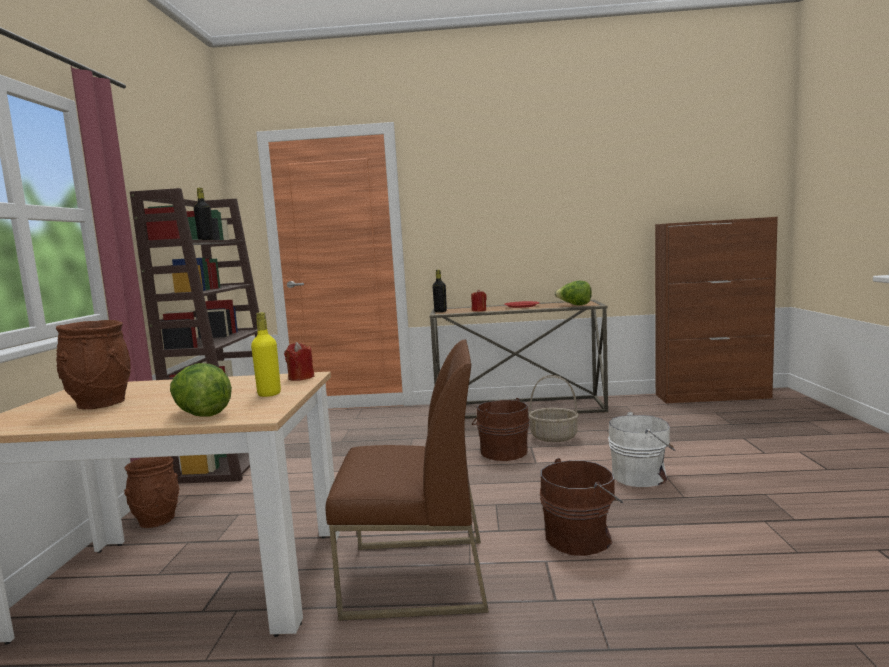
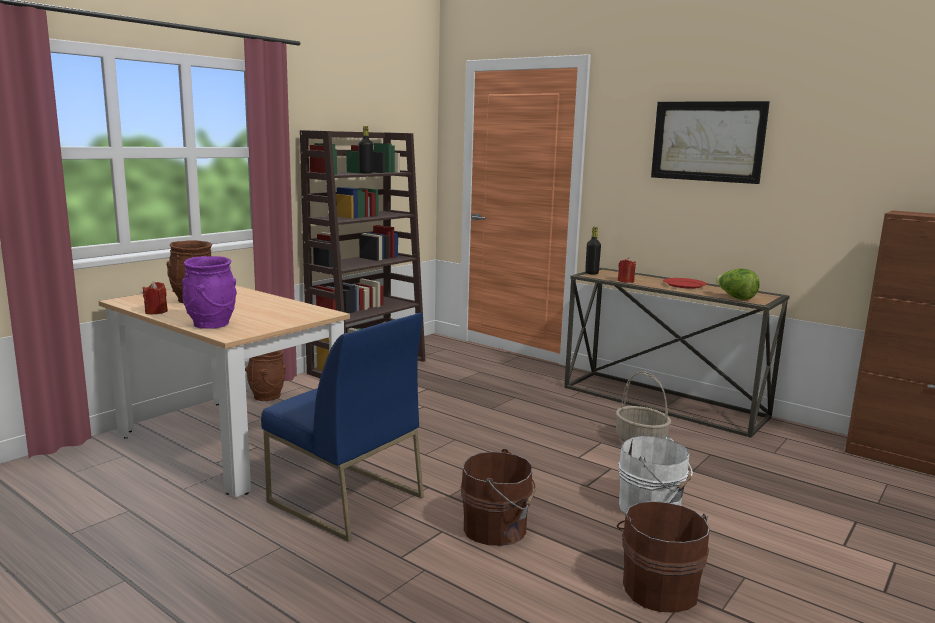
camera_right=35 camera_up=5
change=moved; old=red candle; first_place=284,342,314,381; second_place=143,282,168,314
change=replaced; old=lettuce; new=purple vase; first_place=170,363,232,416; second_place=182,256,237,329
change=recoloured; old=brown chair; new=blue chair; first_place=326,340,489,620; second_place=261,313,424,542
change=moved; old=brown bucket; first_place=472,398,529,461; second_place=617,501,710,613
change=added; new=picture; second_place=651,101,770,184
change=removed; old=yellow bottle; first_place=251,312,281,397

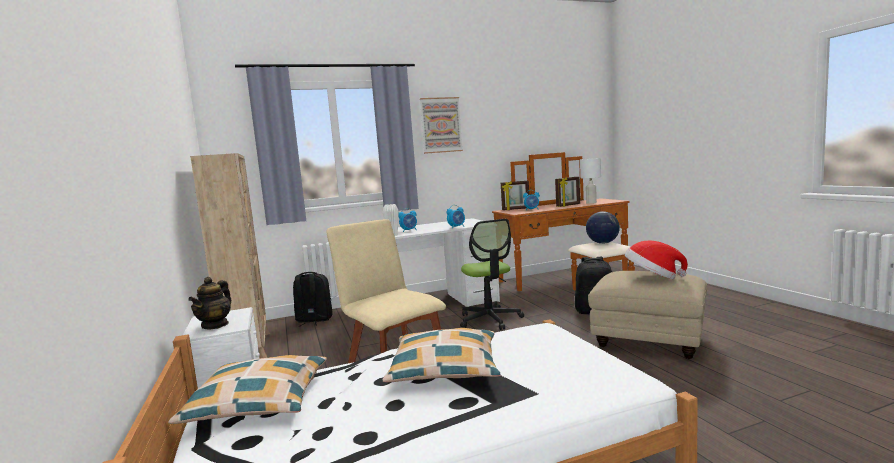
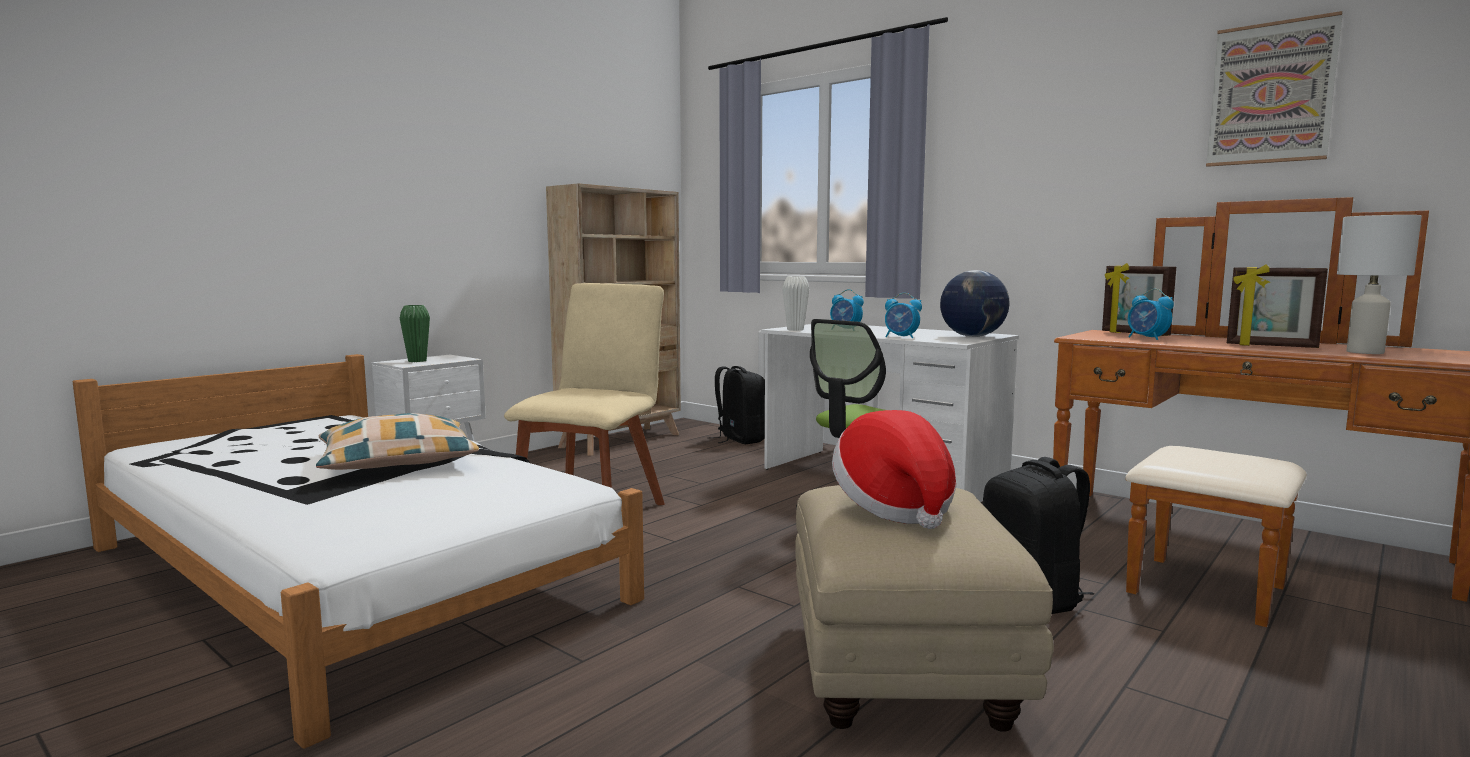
camera_right=60 camera_up=0
change=replaced; old=teapot; new=green vase; first_place=188,277,232,329; second_place=400,305,430,362
change=moved; old=globe; first_place=586,211,620,244; second_place=940,270,1010,337
change=moved; old=picture; first_place=420,97,463,154; second_place=1206,11,1343,167
change=removed; old=pillow; first_place=168,355,327,424

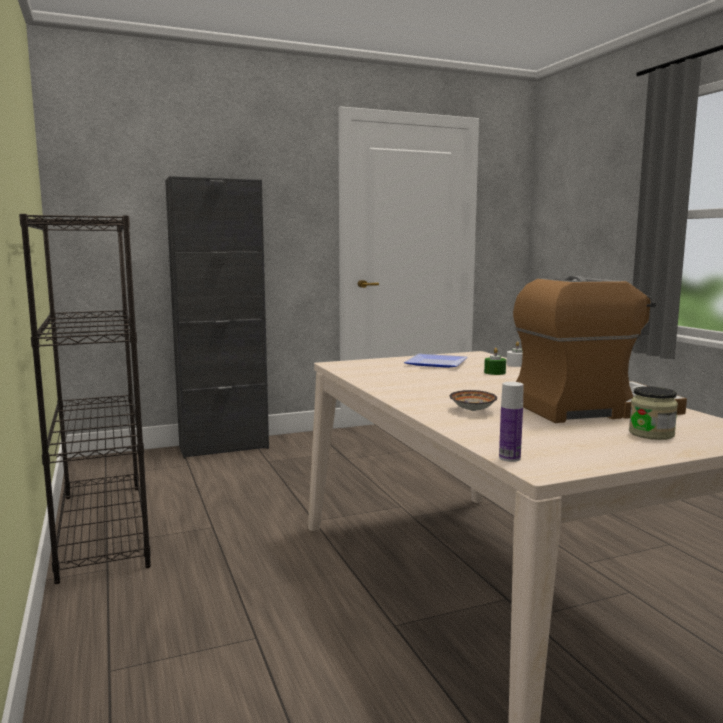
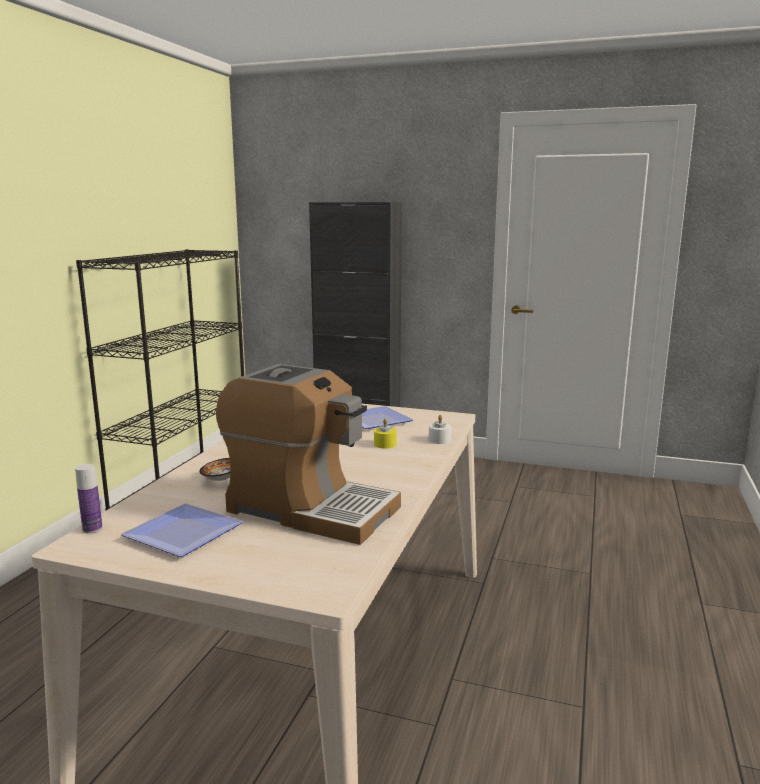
camera_right=40 camera_up=5
change=added; new=plate; second_place=121,504,243,557
change=recoloured; old=green candle; new=yellow candle; first_place=484,348,506,375; second_place=374,419,397,449
change=removed; old=jar; first_place=629,386,678,440

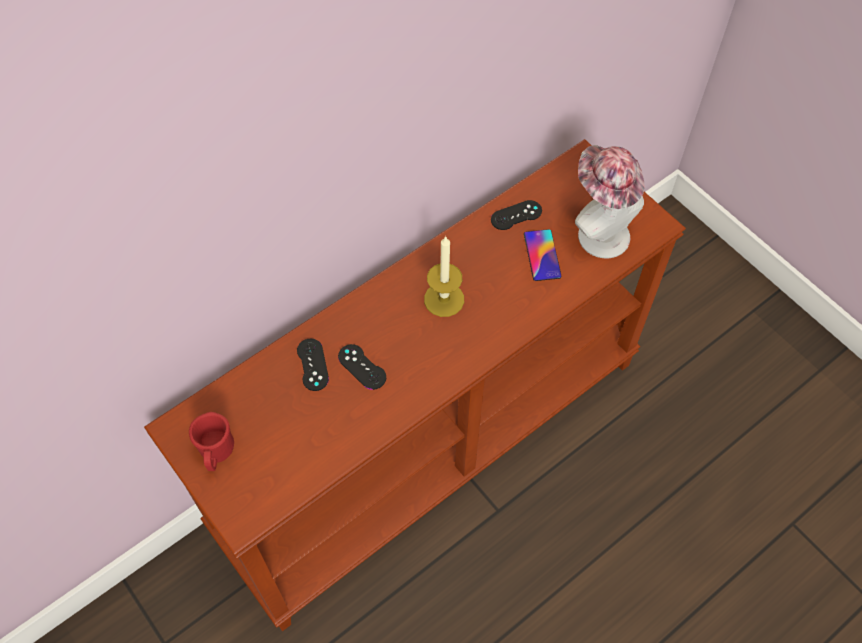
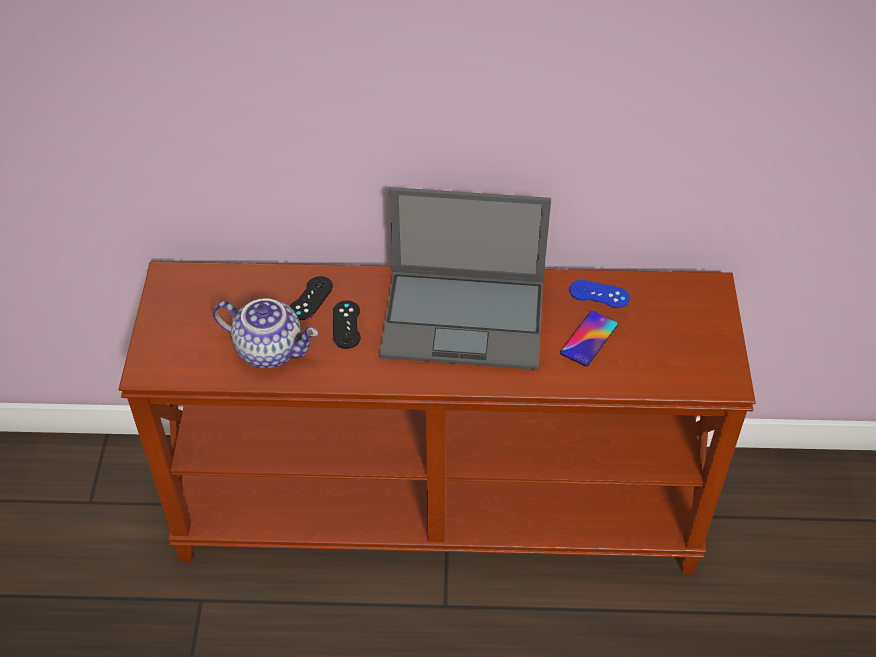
camera_right=40 camera_up=-10
change=added; new=teapot; second_place=213,298,318,368
change=replaced; old=candle; new=laptop; first_place=424,236,464,317; second_place=379,187,551,370
change=recoloured; old=black game controller; new=blue game controller; first_place=491,200,542,230; second_place=569,280,630,308
change=removed; old=red mug; first_place=189,412,234,471
change=removed; old=hat; first_place=575,145,645,258

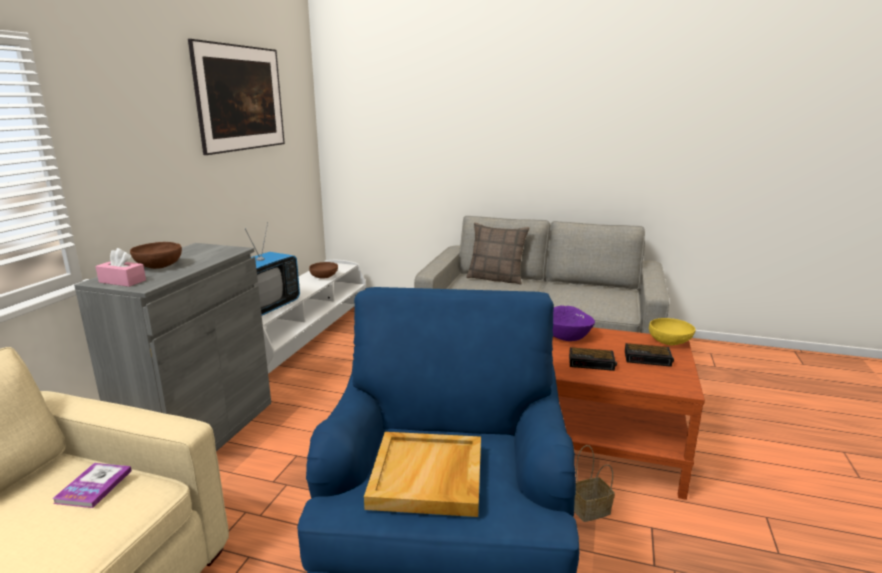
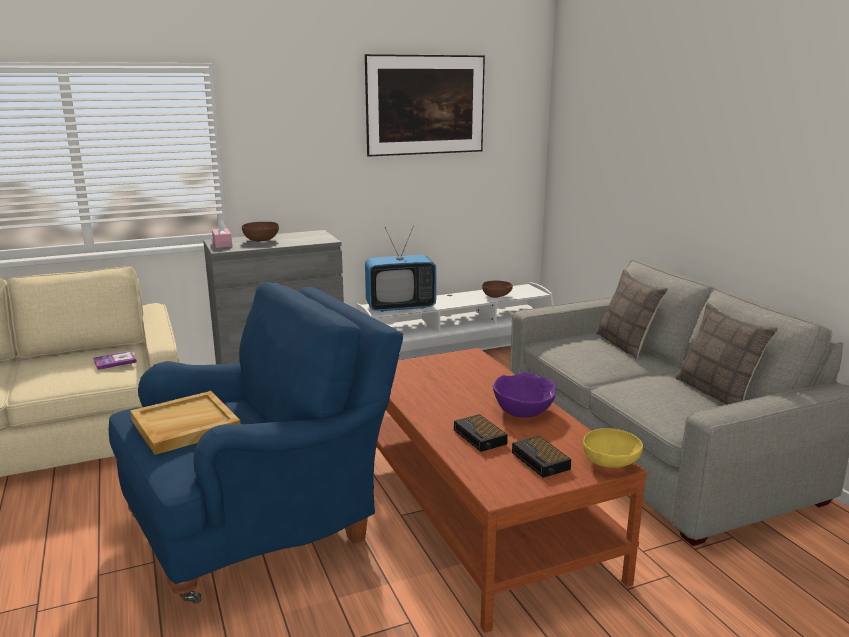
camera_right=50 camera_up=0
change=added; new=pillow; second_place=675,303,778,405
change=removed; old=basket; first_place=574,445,615,522

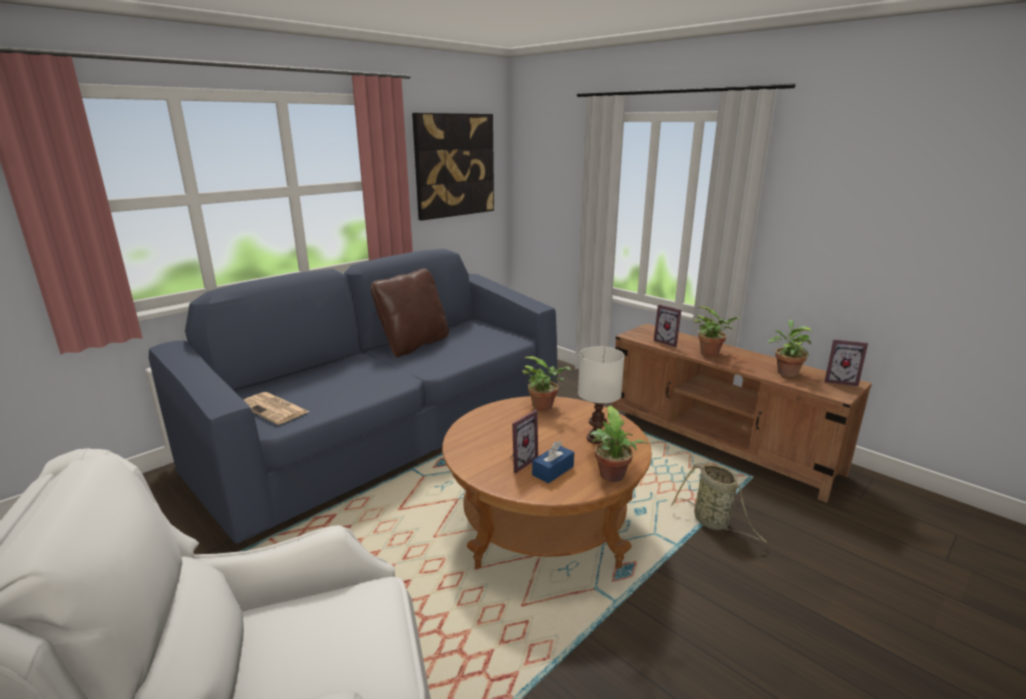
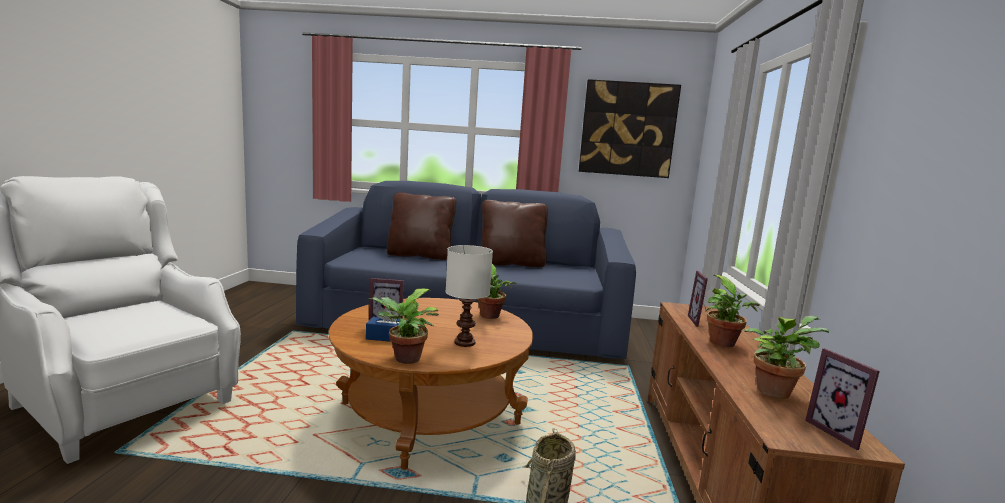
camera_right=50 camera_up=-10
change=added; new=brown pillow; second_place=387,192,456,260
change=removed; old=newspaper; first_place=244,392,309,425

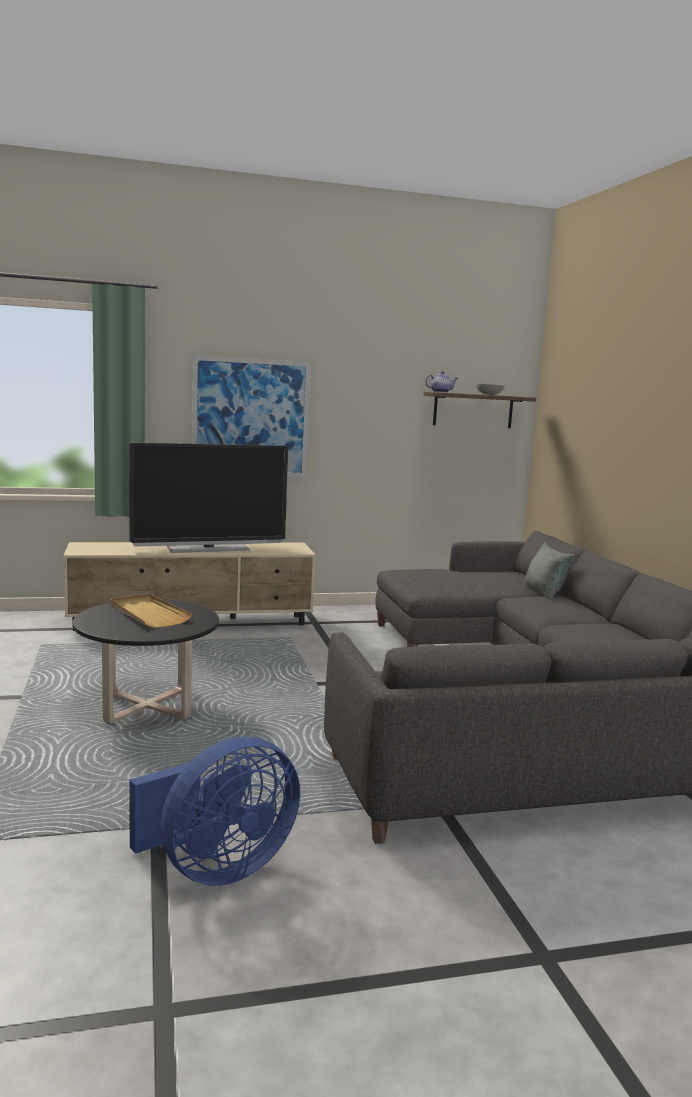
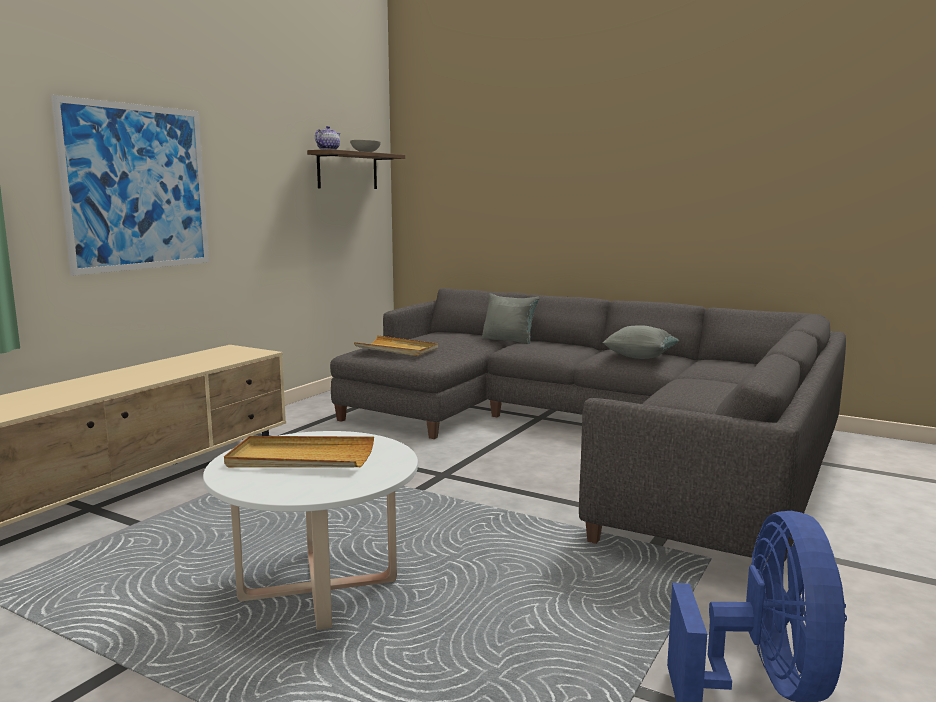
camera_right=-45 camera_up=0
change=recoloured; old=black coffee table; new=white coffee table; first_place=73,600,219,724; second_place=203,431,418,630
change=added; new=beige tray; second_place=354,335,438,356
change=added; new=grey pillow; second_place=602,325,679,359
change=removed; old=television; first_place=129,442,288,553

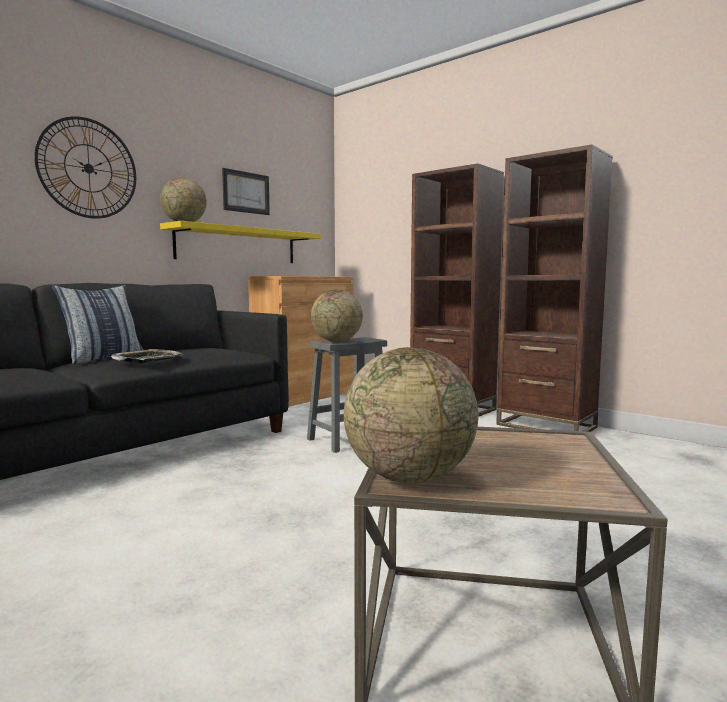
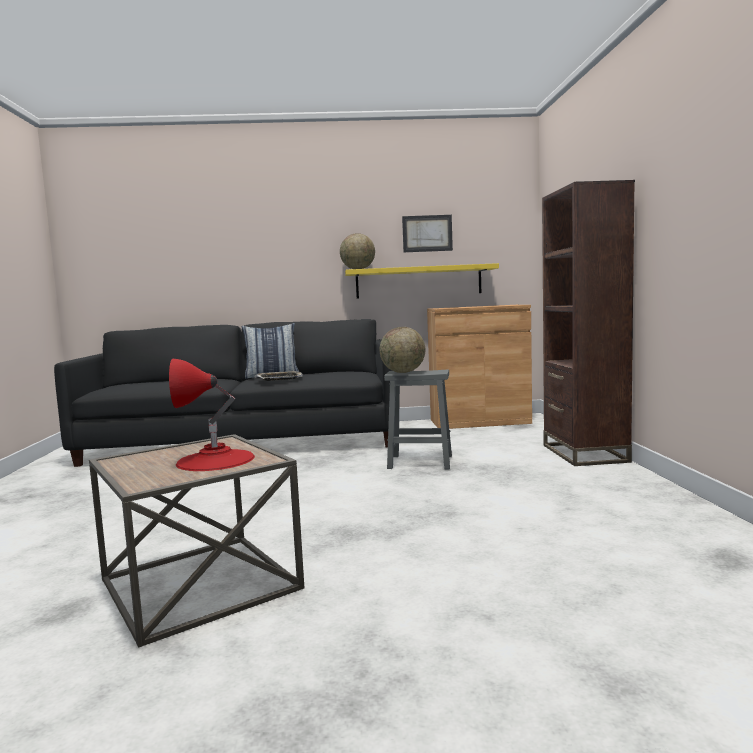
camera_right=45 camera_up=0
change=added; new=red table lamp; second_place=169,359,255,471
change=removed; old=wall clock; first_place=34,116,136,219
change=removed; old=globe; first_place=344,347,478,483
change=removed; old=brown bookcase; first_place=496,144,613,432

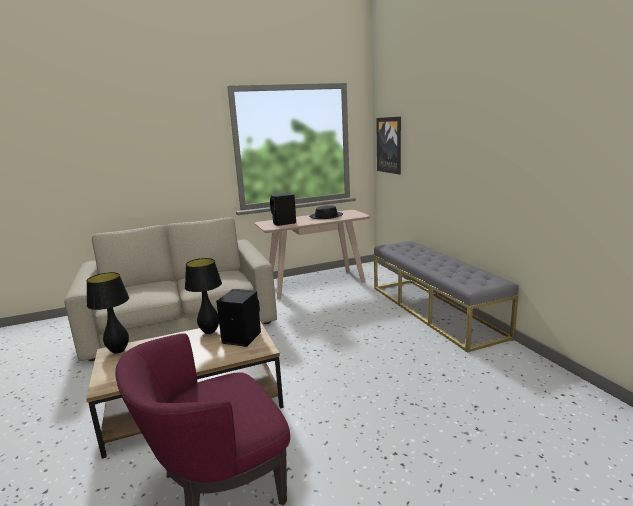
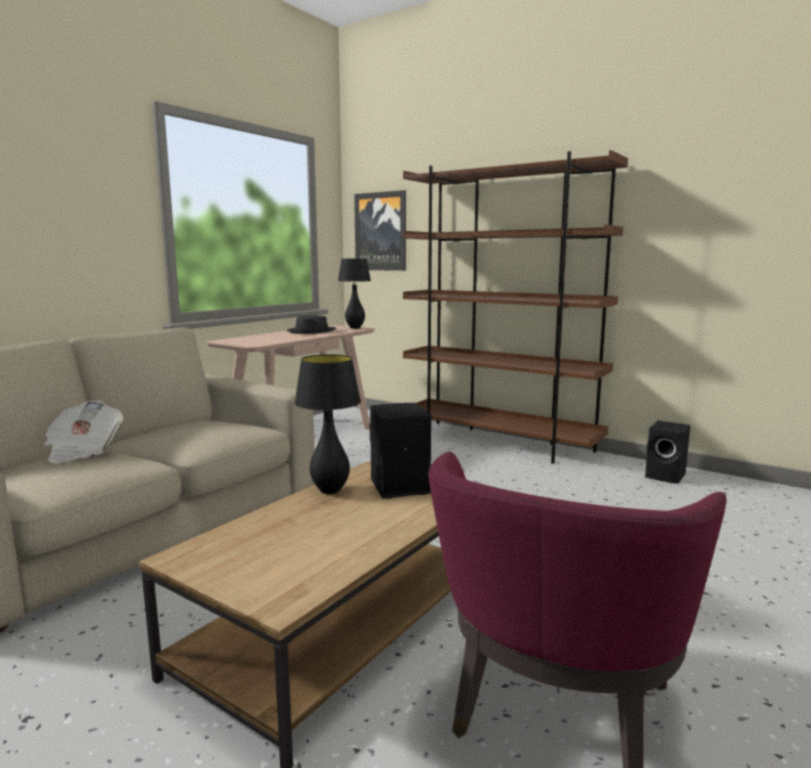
camera_right=-35 camera_up=-5
change=added; new=newspaper; second_place=44,401,123,463
change=moved; old=black table lamp; first_place=87,272,129,354; second_place=338,259,371,329
change=replaced; old=grey bench; new=brown bookcase; first_place=374,241,519,353; second_place=403,150,628,464
change=moved; old=black speaker; first_place=270,192,296,226; second_place=645,420,691,484

